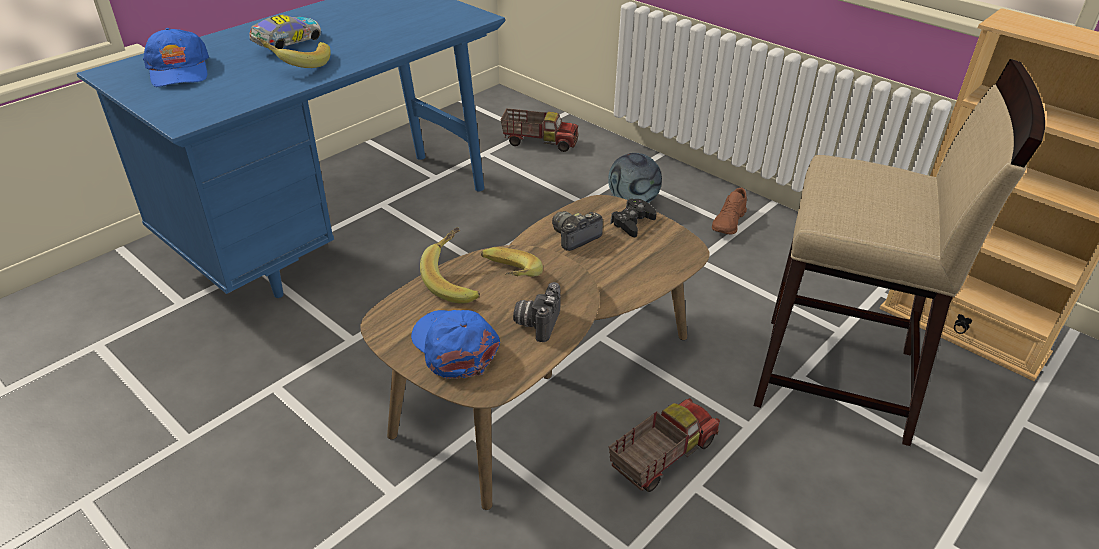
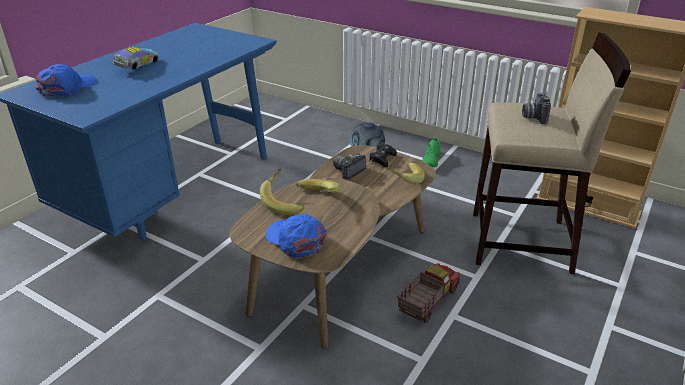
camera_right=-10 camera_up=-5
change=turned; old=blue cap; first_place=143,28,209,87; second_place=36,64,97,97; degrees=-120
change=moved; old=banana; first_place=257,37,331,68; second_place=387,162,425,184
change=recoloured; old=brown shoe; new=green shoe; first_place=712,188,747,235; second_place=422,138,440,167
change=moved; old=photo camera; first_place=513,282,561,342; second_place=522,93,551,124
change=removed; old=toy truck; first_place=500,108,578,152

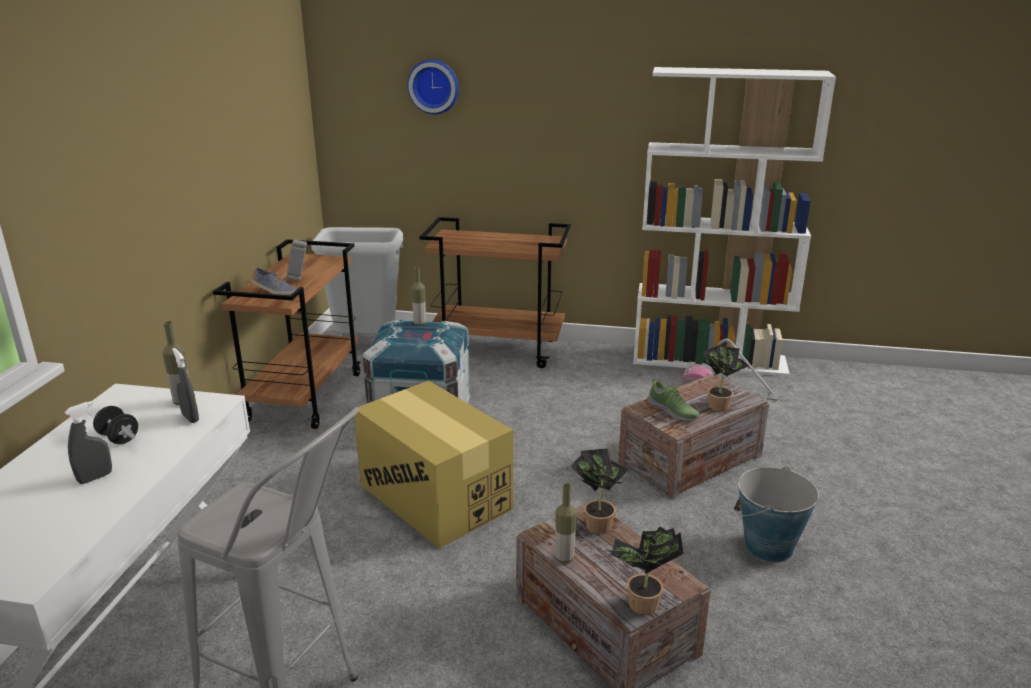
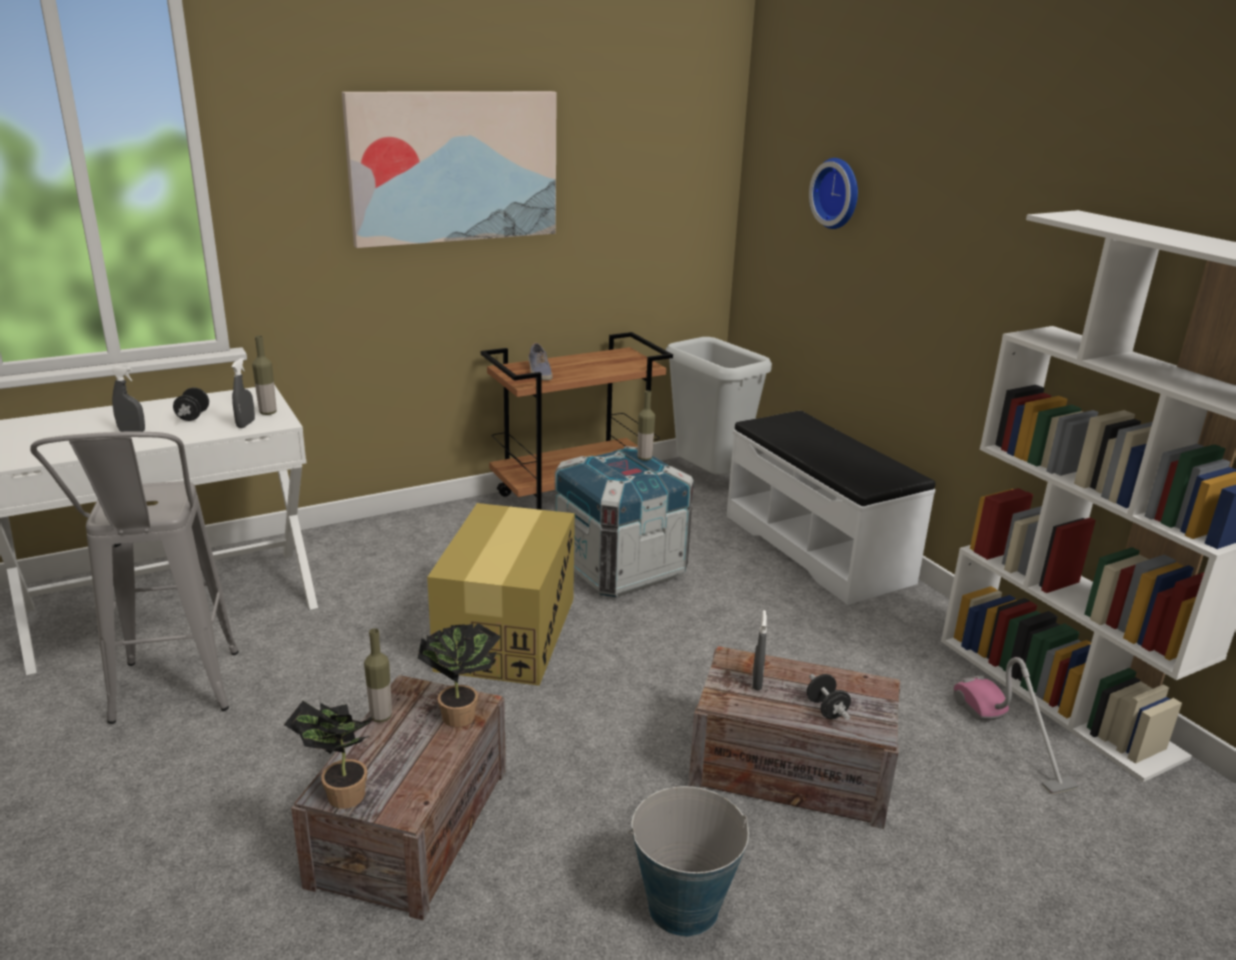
camera_right=50 camera_up=0
change=added; new=picture; second_place=342,91,557,248
change=replaced; old=brown cart; new=white bench; first_place=420,217,571,368; second_place=727,411,935,605
change=replaced; old=shoe; new=grey spray bottle; first_place=647,379,699,420; second_place=752,610,767,690
change=replaced; old=potted plant; new=black dumbbell; first_place=700,343,749,411; second_place=807,674,851,720
change=removed; old=hammer; first_place=286,239,307,281

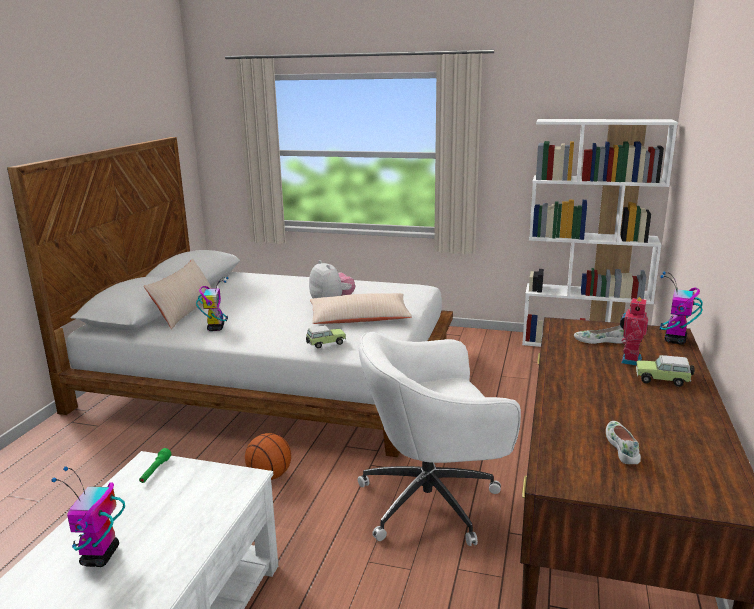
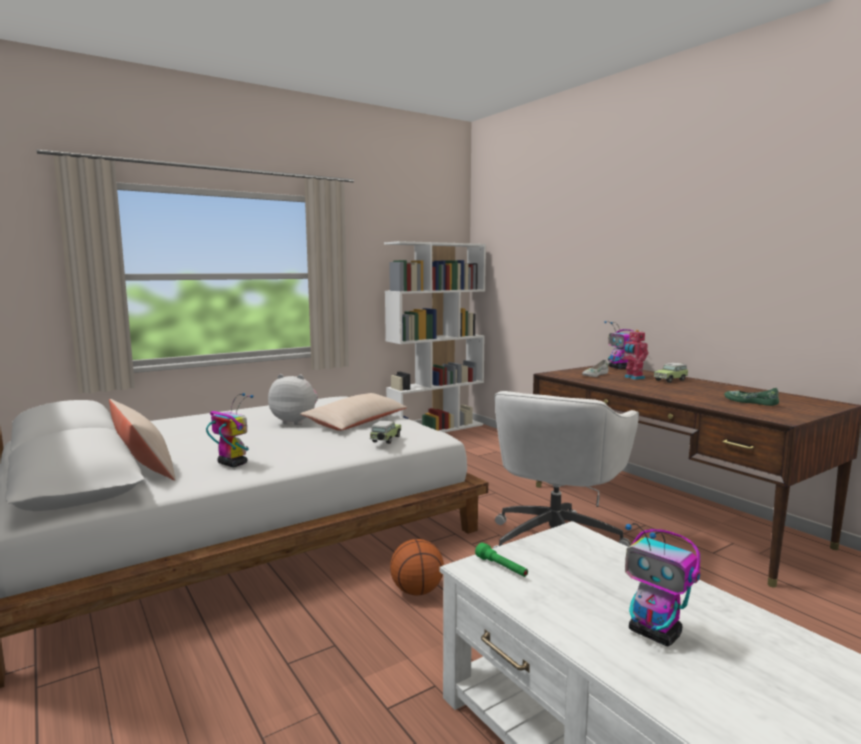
camera_right=-50 camera_up=-10
change=recoloured; old=white shoe; new=green shoe; first_place=606,421,641,464; second_place=724,388,779,406

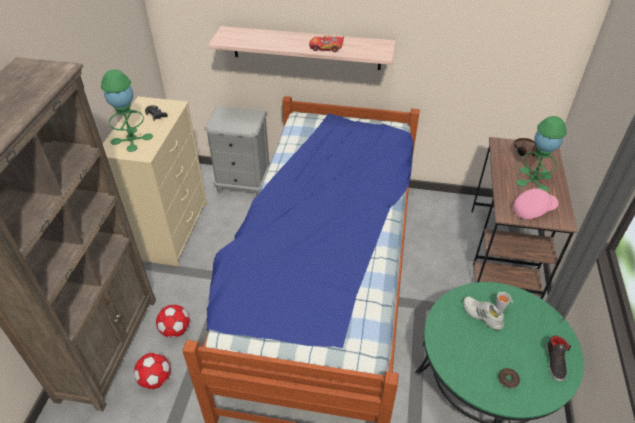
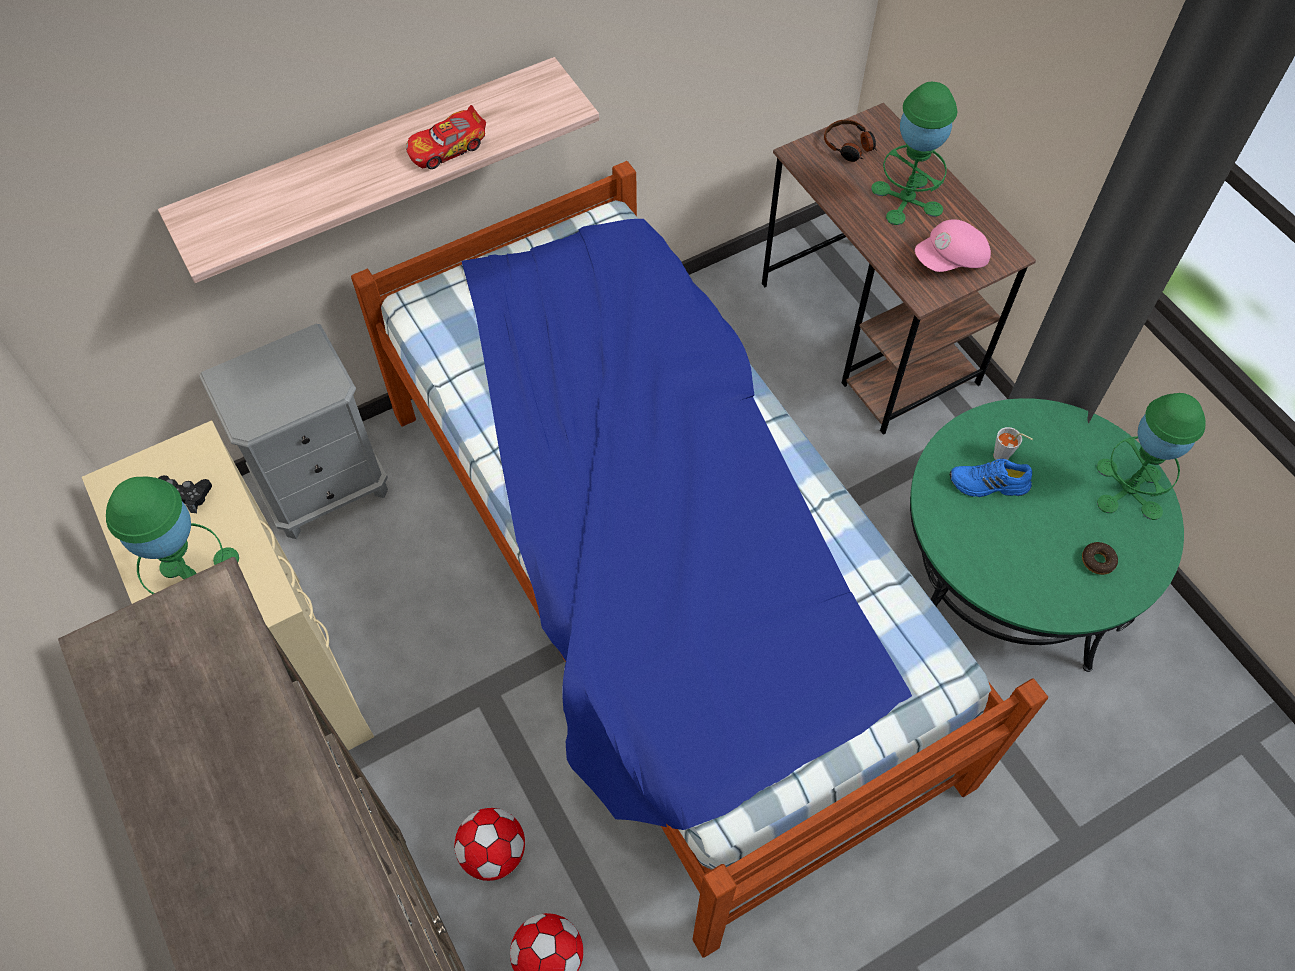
camera_right=-40 camera_up=15
change=turned; old=pink cap; first_place=513,188,559,219; second_place=915,219,991,272; degrees=-150
change=recoloured; old=white shoe; new=blue shoe; first_place=463,296,504,330; second_place=950,459,1032,497
change=replaced; old=black shoe; new=green table lamp; first_place=547,335,571,382; second_place=1097,393,1205,520

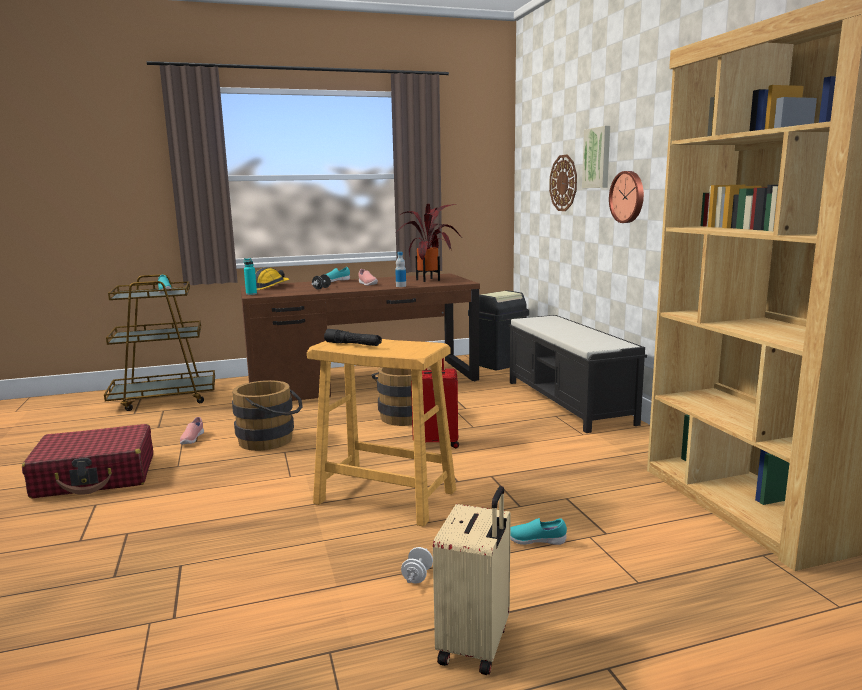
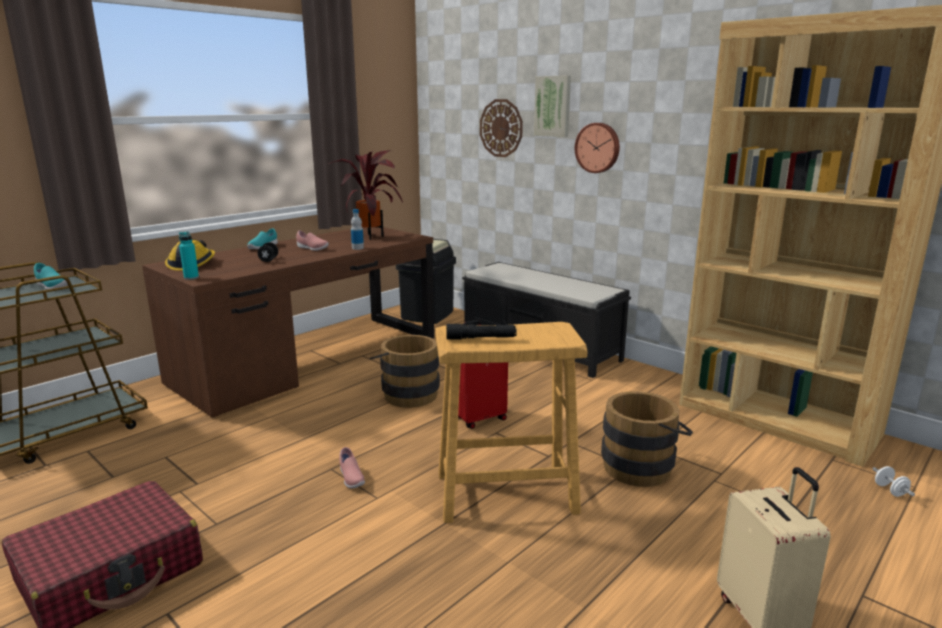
camera_right=-30 camera_up=5
change=moved; old=pink shoe; first_place=180,417,204,444; second_place=339,447,365,488
change=moved; old=brown bucket; first_place=232,380,303,451; second_place=601,391,693,487
change=moved; old=white dumbbell; first_place=401,547,433,583; second_place=872,466,915,497
change=removed; old=turquoise shoe; first_place=510,518,567,545

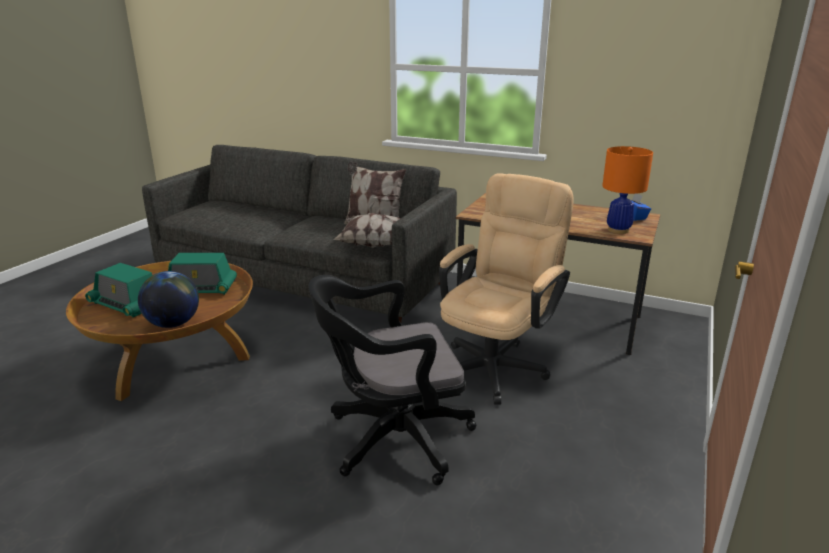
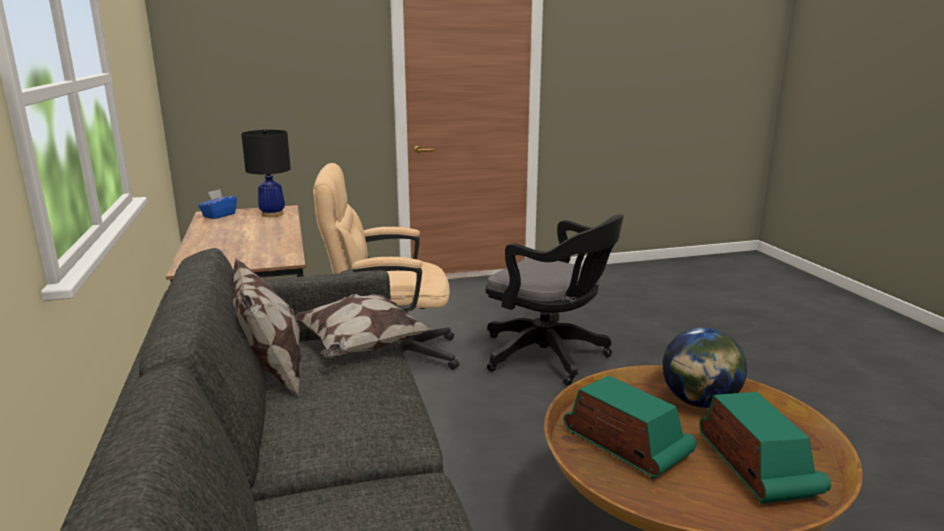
camera_right=-130 camera_up=-5
change=recoloured; old=orange table lamp; new=black table lamp; first_place=602,146,653,234; second_place=241,129,291,217

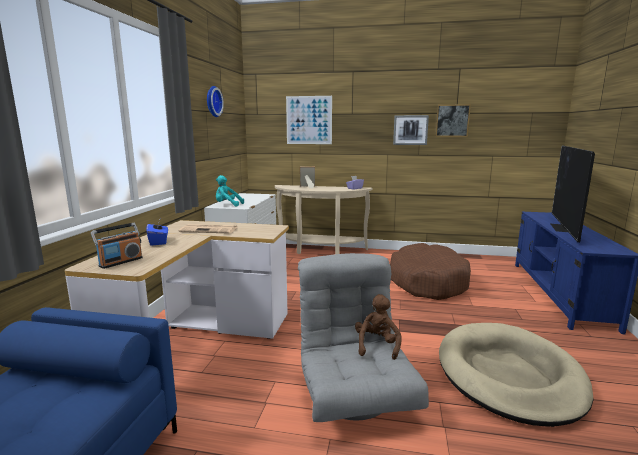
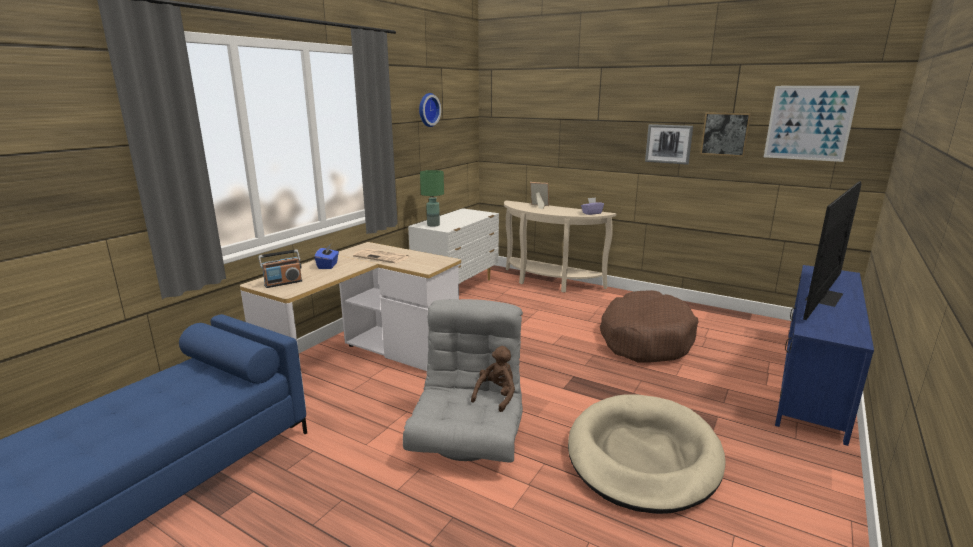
camera_right=20 camera_up=5
change=replaced; old=turquoise plush toy; new=green table lamp; first_place=216,175,244,206; second_place=420,170,444,227
change=moved; old=picture; first_place=286,96,332,144; second_place=764,86,860,162

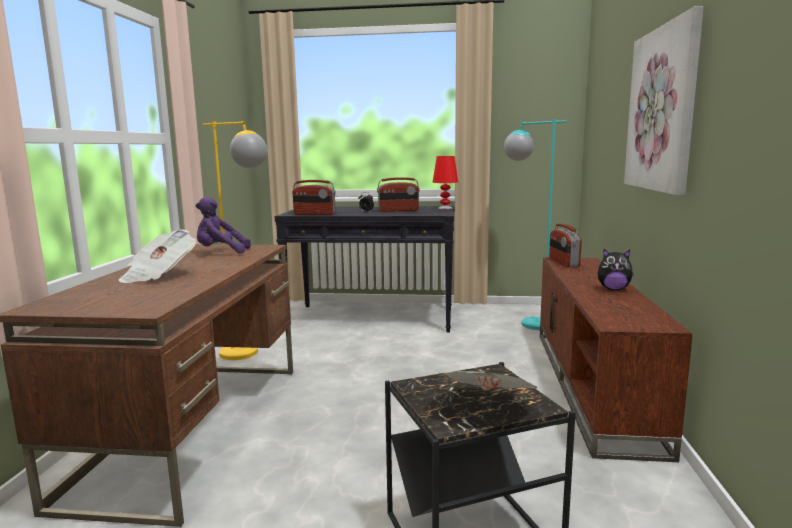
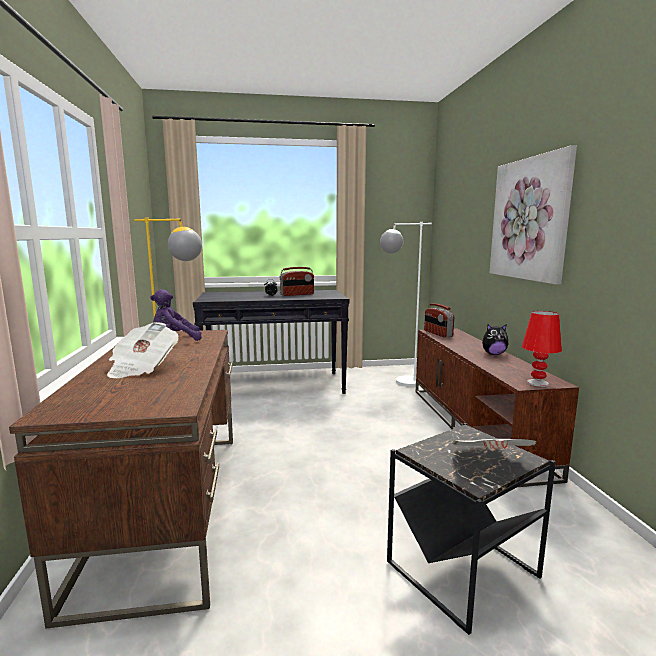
camera_right=-15 camera_up=0
change=recoloured; old=turquoise floor lamp; new=white floor lamp; first_place=504,119,567,330; second_place=380,222,432,387
change=moved; old=red table lamp; first_place=432,156,458,209; second_place=522,311,562,387
change=removed; old=radio; first_place=292,180,336,215

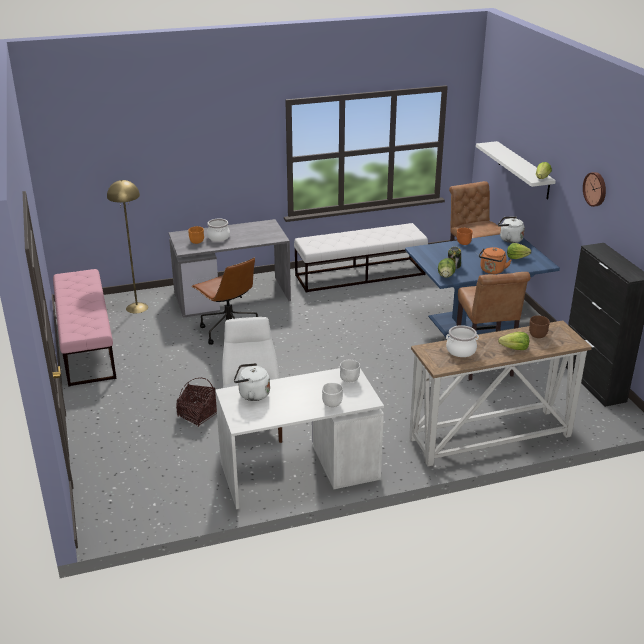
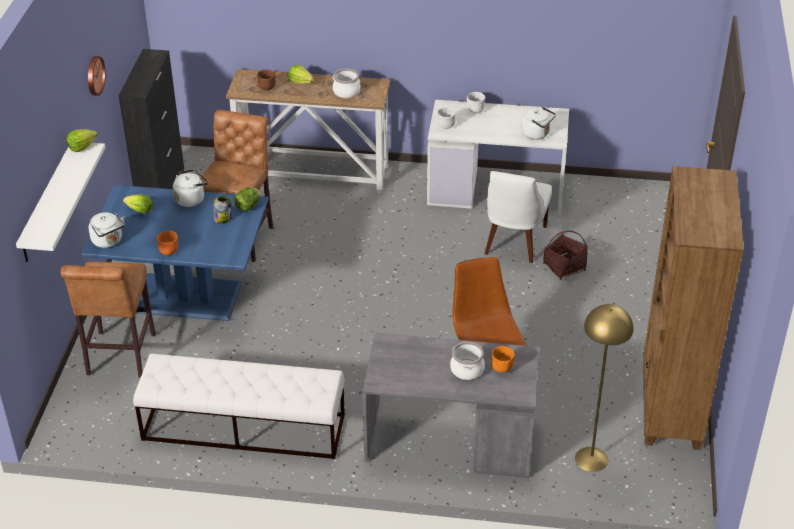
camera_right=-155 camera_up=10
change=recoloured; old=orange kettle; new=white kettle; first_place=479,247,511,274; second_place=173,169,208,207
change=replaced; old=pink bench; new=brown bookcase; first_place=53,269,117,387; second_place=643,166,744,450

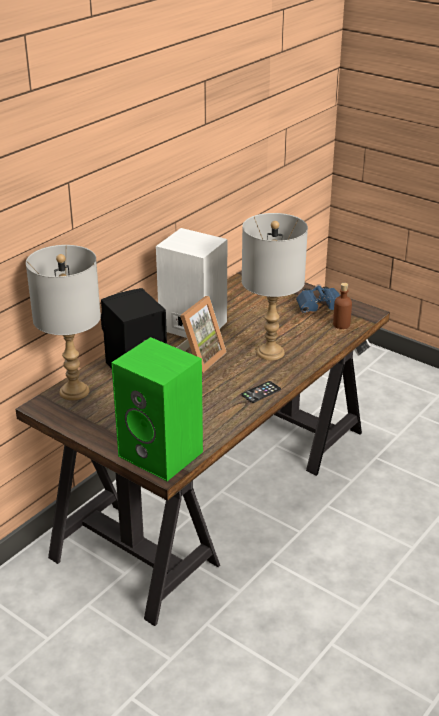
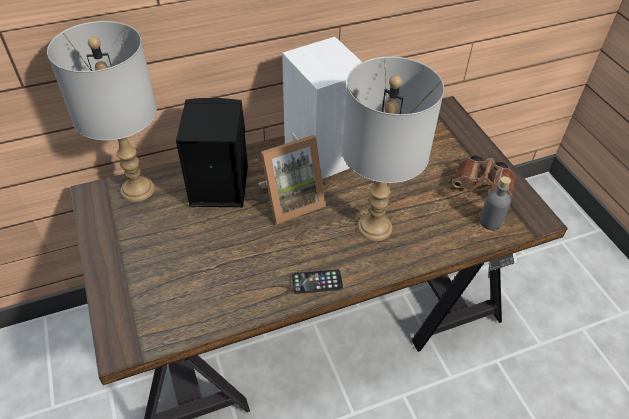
camera_right=30 camera_up=15
change=recoloured; old=blue binoculars; new=brown binoculars; first_place=296,284,340,313; second_place=452,156,516,199
change=recoloured; old=brown bottle; new=grey bottle; first_place=333,283,352,329; second_place=480,176,511,231
change=removed; old=green speaker; first_place=111,337,203,481

